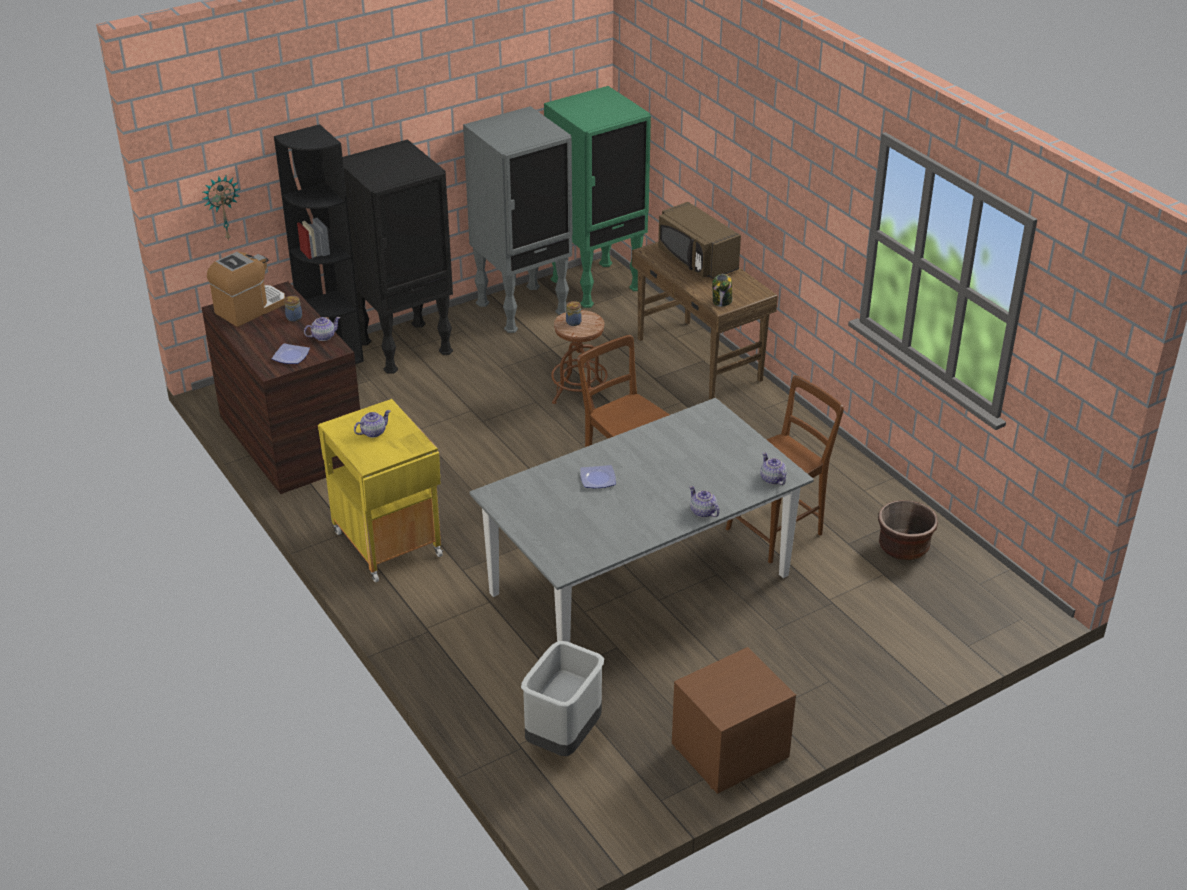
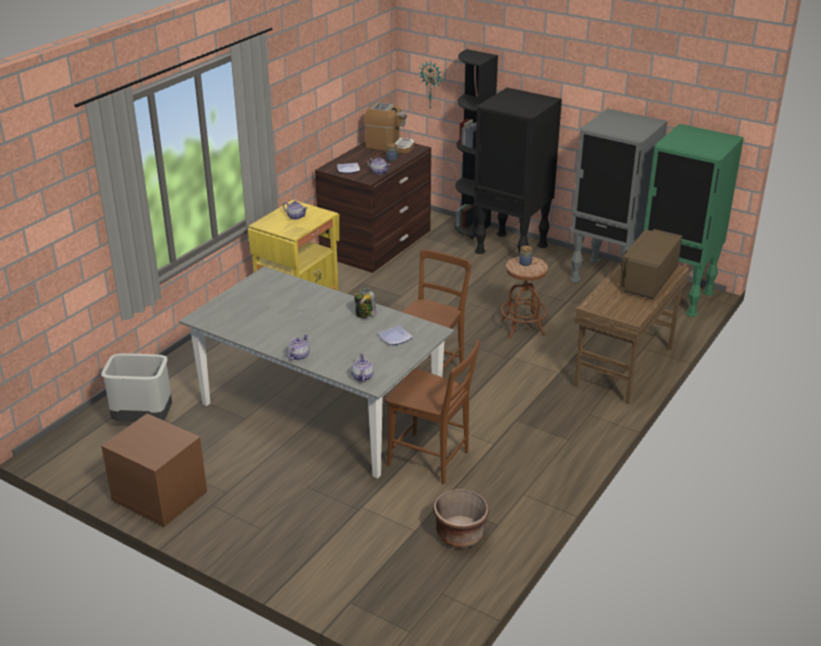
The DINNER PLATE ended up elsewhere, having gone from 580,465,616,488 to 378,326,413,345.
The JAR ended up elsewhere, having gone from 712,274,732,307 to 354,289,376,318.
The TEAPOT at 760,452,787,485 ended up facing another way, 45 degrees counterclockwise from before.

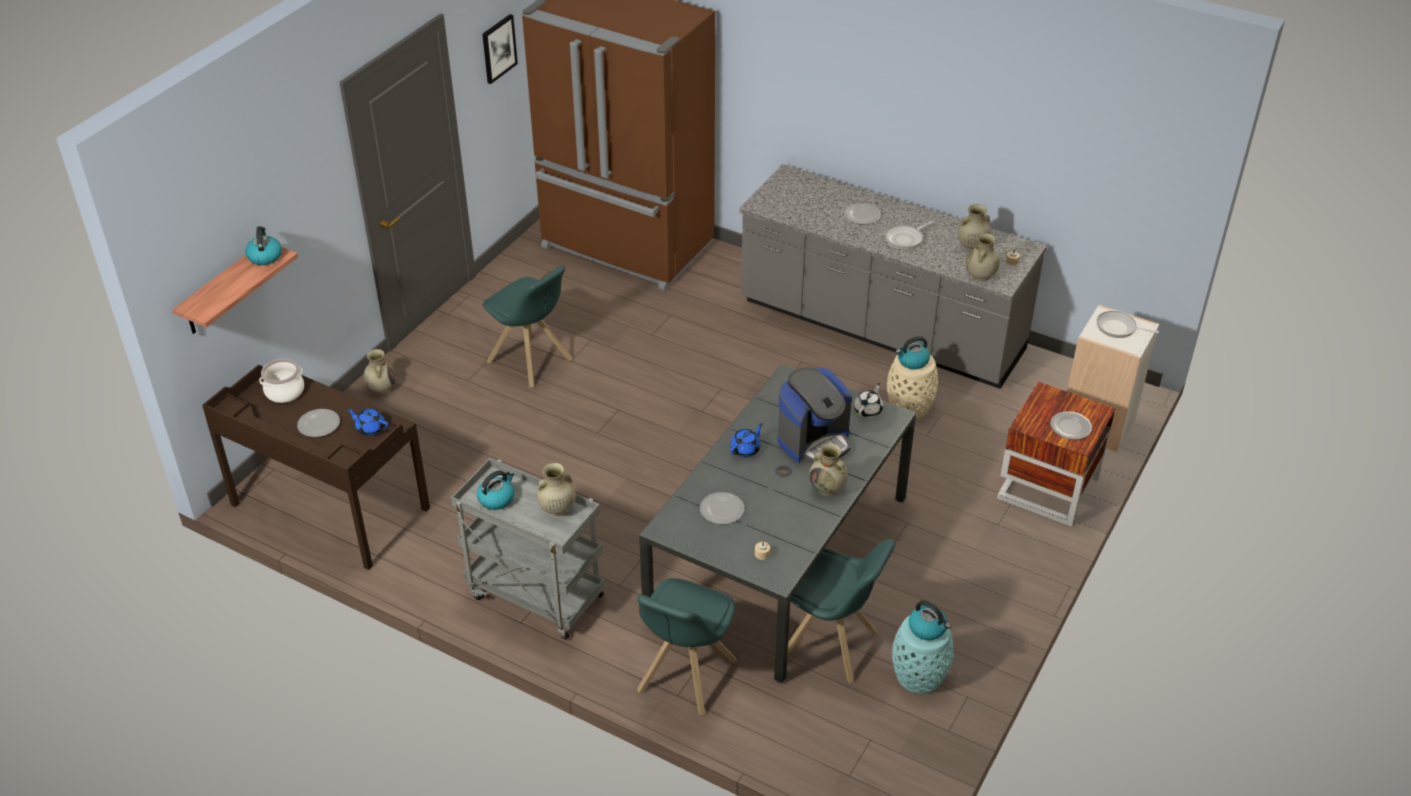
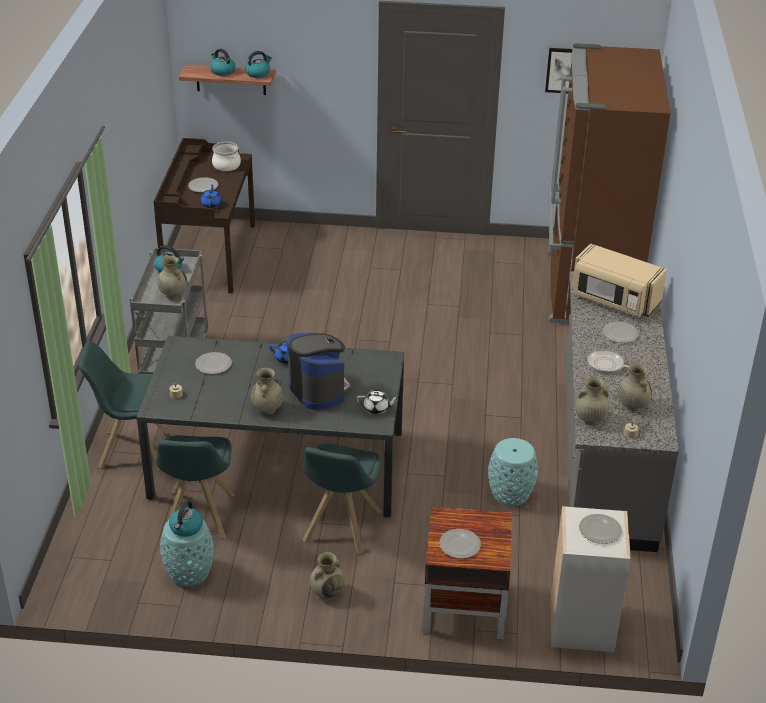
The BEIGE VASE ended up elsewhere, having gone from 363,349,396,394 to 310,552,344,599.
The TURQUOISE UPRIGHT CHAIR ended up elsewhere, having gone from 483,265,573,388 to 303,443,382,555.
The COFFEE MAKER at 777,367,852,464 ended up facing another way, 150 degrees counterclockwise from before.
What was the BEIGE STOOL at 887,355,938,419 turned into the TURQUOISE STOOL at 488,438,538,506.
The WATER KETTLE ended up elsewhere, having gone from 896,336,930,369 to 210,49,236,76.
Where the PAN stood at 1096,310,1159,338, the DINNER PLATE came to stand at 579,514,622,544.
The second view gained the BEIGE MICROWAVE OVEN at 572,243,667,317.

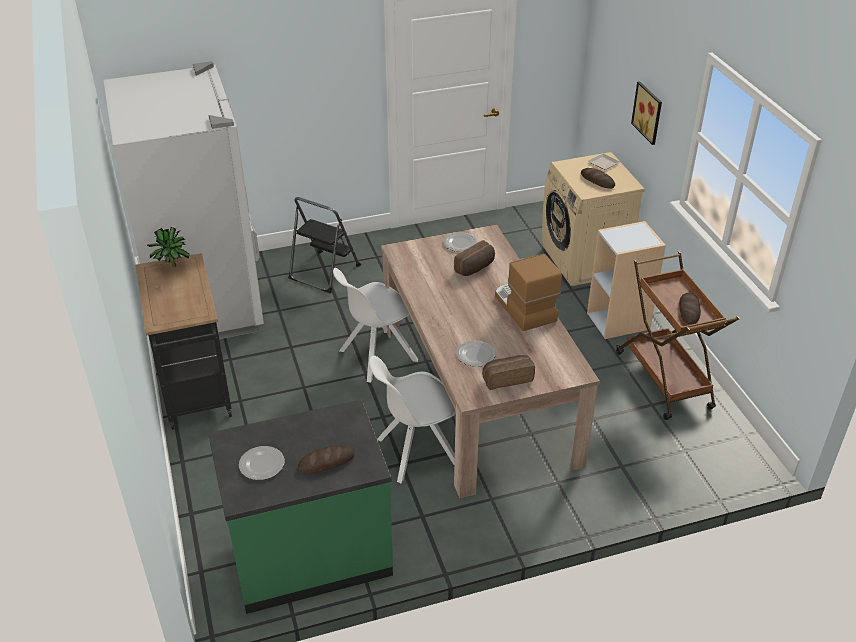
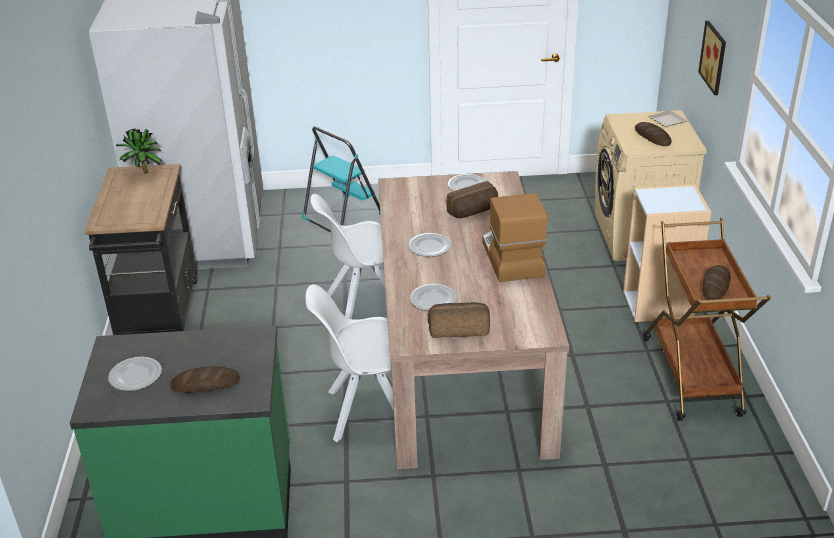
What was the BLACK-COLOURED STEPLADDER at 289,197,361,293 turned into the TURQUOISE STEPLADDER at 302,126,380,232.
The second view gained the DINNER PLATE at 408,233,452,257.

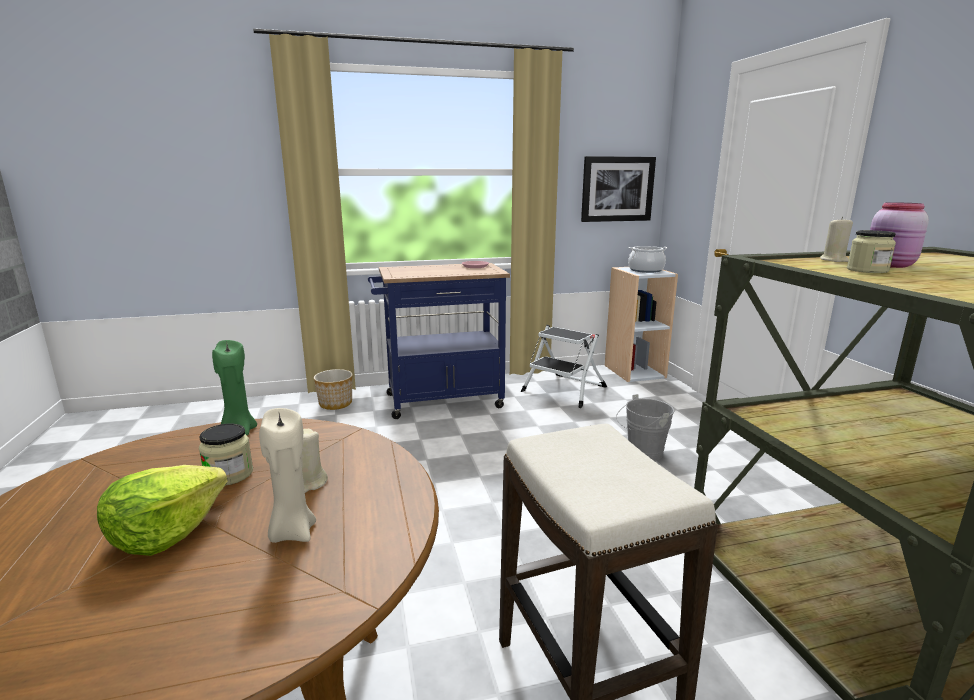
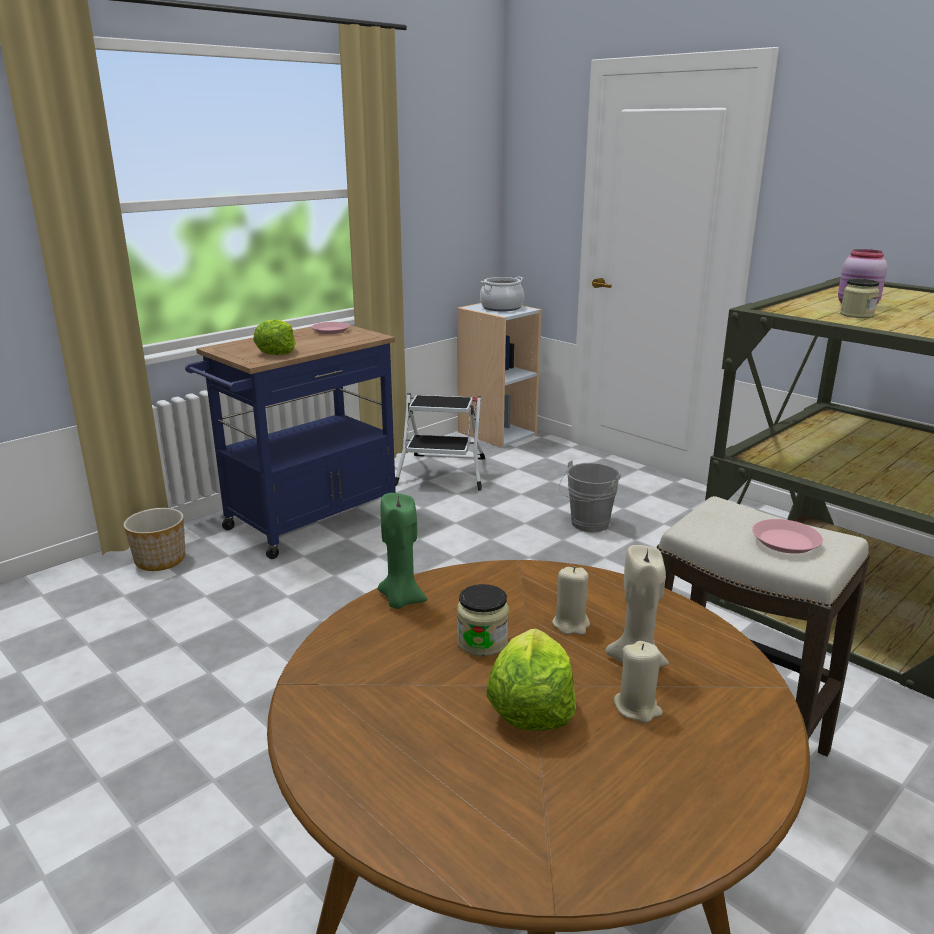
The second view lost the WALL ART at 581,156,656,222.
The BEIGE CANDLE ended up elsewhere, having gone from 820,217,853,262 to 614,641,663,723.
The second view gained the HEAD OF LETTUCE at 253,319,296,355.
The second view gained the PINK DINNER PLATE at 752,519,823,554.

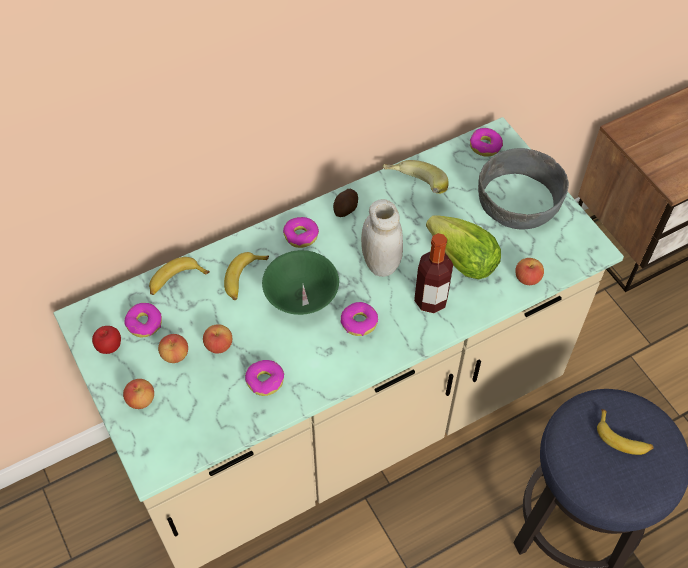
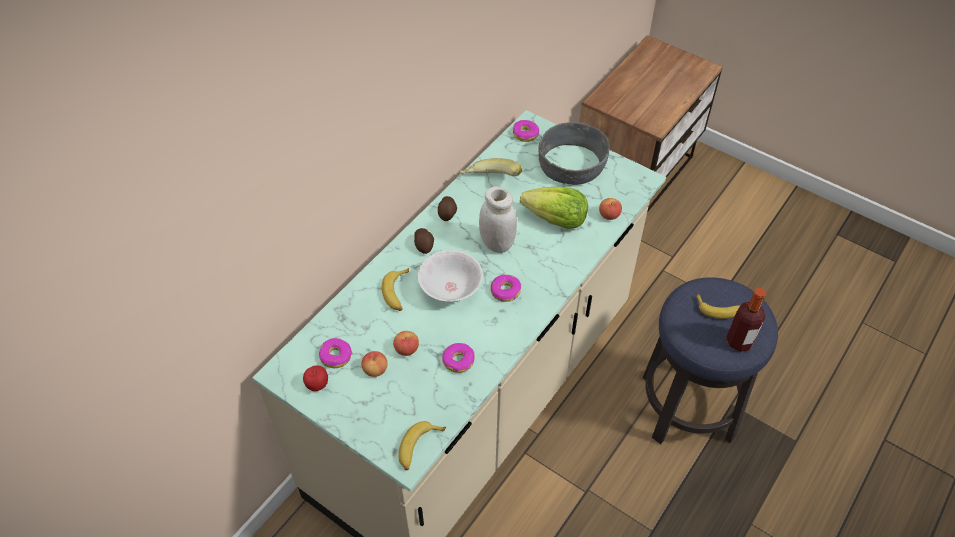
The second view lost the APPLE FRUIT at 123,379,154,409.
The BANANA ended up elsewhere, having gone from 149,257,210,295 to 398,421,446,470.
What was the GREEN-COLOURED BOWL at 262,250,339,315 turned into the WHITISH BOWL at 418,250,483,302.
Where the DOUGHNUT stood at 283,217,319,248, the POTATO came to stand at 414,228,434,254.
The BOTTLE ended up elsewhere, having gone from 414,233,453,313 to 726,288,766,352.

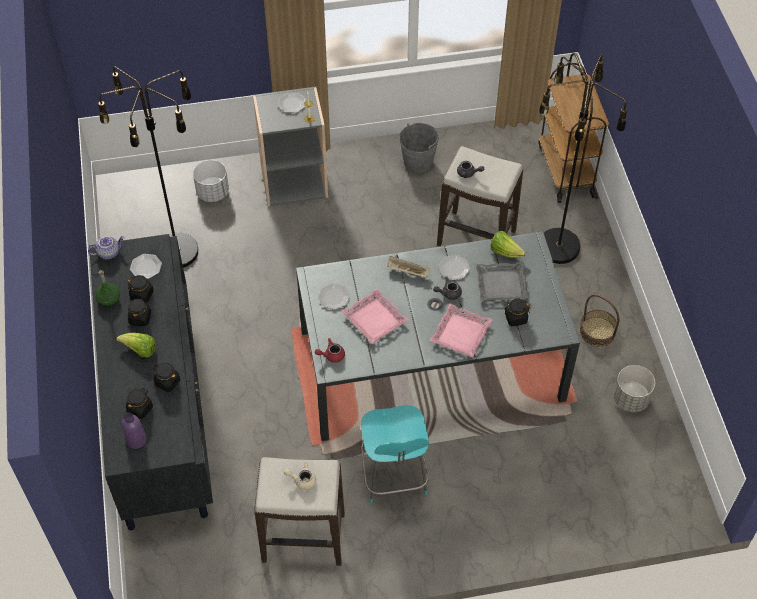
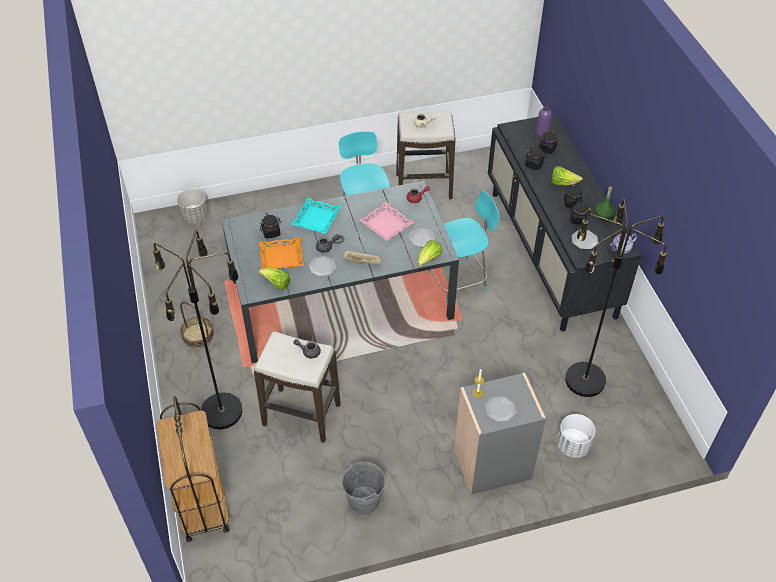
What was the PINK SERVING TRAY at 430,303,492,358 turned into the TURQUOISE SERVING TRAY at 291,198,341,234.
What was the GRAY SERVING TRAY at 476,262,530,301 turned into the ORANGE SERVING TRAY at 259,237,304,269.
The GRAY PLANTER ended up elsewhere, having gone from 613,365,655,412 to 177,189,209,224.
The second view gained the HEAD OF LETTUCE at 418,240,443,266.
The second view gained the TURQUOISE UPRIGHT CHAIR at 428,190,500,303.

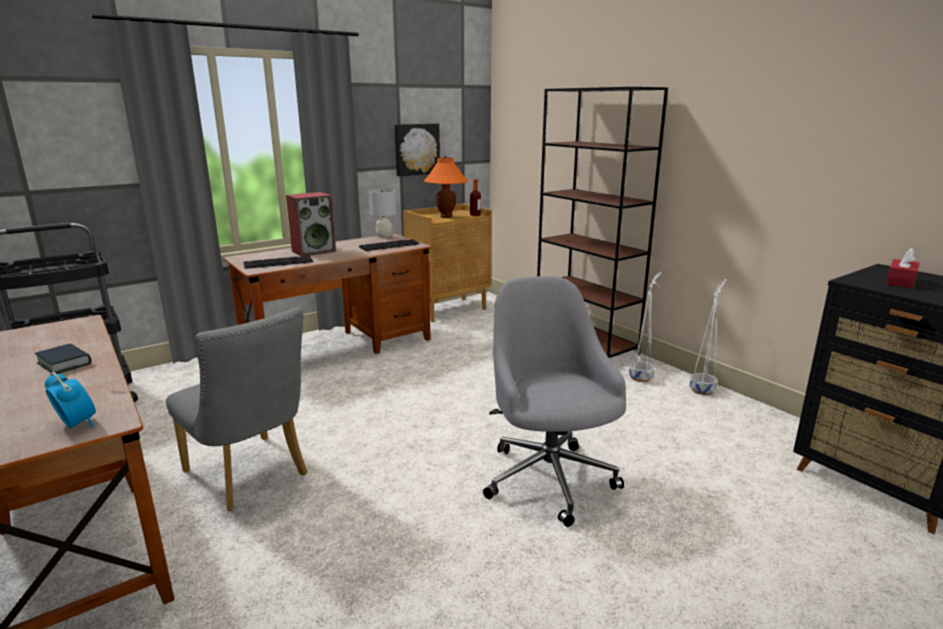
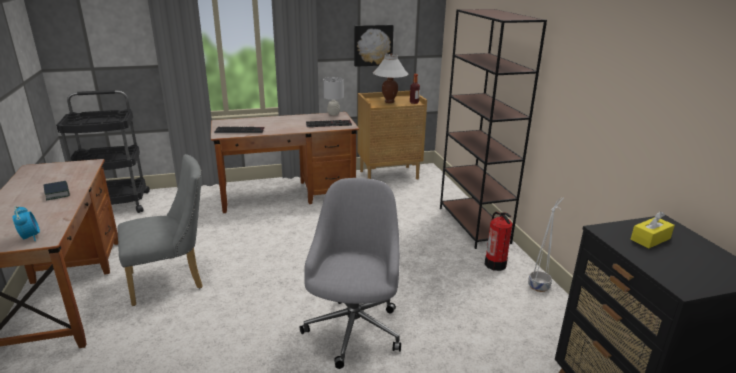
The GRAY UPRIGHT CHAIR at 166,307,308,511 ended up facing another way, 90 degrees counterclockwise from before.
The second view lost the LOUDSPEAKER at 286,192,336,256.
What was the ORANGE TABLE LAMP at 424,156,468,218 turned into the WHITISH TABLE LAMP at 373,53,409,103.
Where the WHITISH PLANTER stood at 629,272,662,382, the EXTINGUISHER came to stand at 485,211,513,271.
What was the RED TISSUE HOLDER at 886,248,919,288 turned into the YELLOW TISSUE HOLDER at 631,212,675,248.

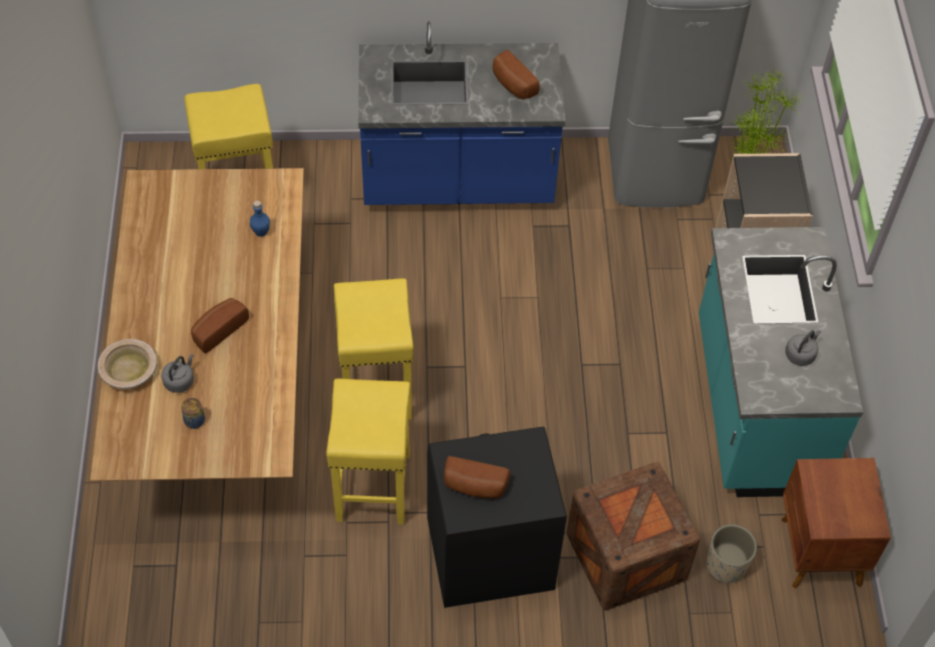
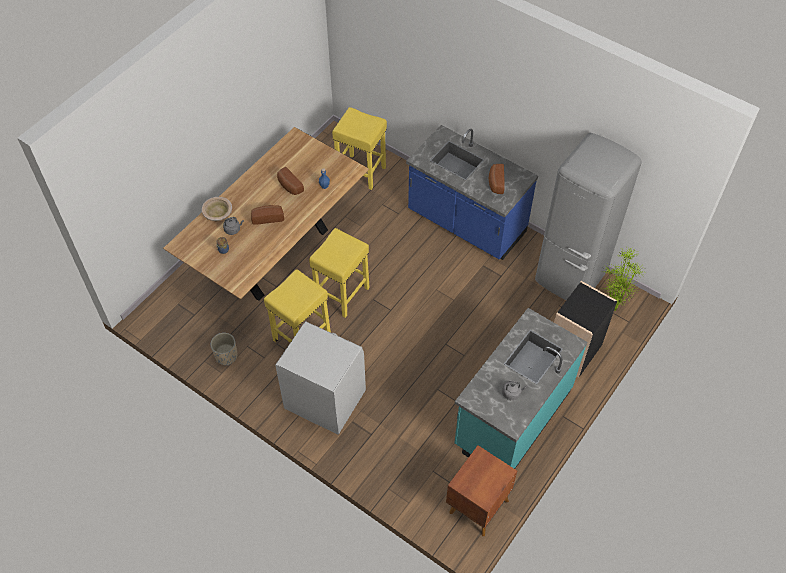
What was the BLACK-COLOURED LAUNDRY MACHINE at 427,427,567,608 turned into the WHITISH LAUNDRY MACHINE at 275,321,366,435.
The BREAD ended up elsewhere, having gone from 444,456,510,498 to 277,167,304,195.
The second view lost the CRATE at 567,462,700,611.
The BEIGE PLANTER ended up elsewhere, having gone from 706,524,757,583 to 211,333,237,365.

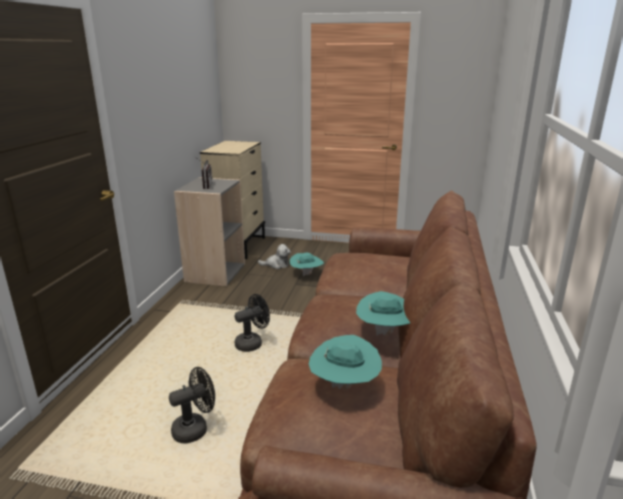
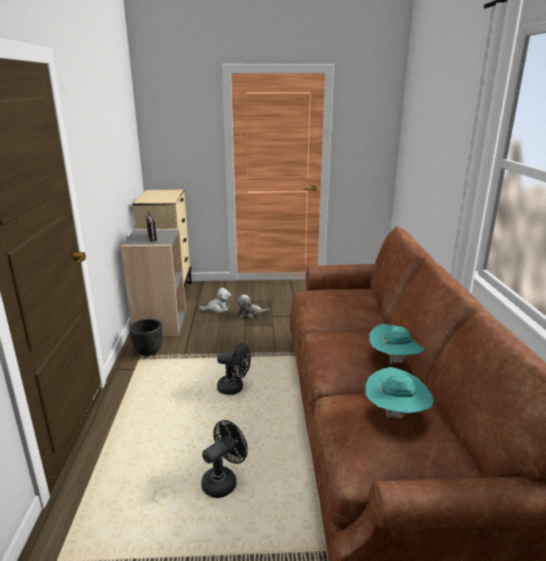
The BLACK-COLOURED FAN at 235,294,270,352 ended up facing another way, 60 degrees clockwise from before.
Where the TURQUOISE CLOTHING HAT stood at 290,253,324,277, the PLUSH TOY came to stand at 236,295,269,319.
The second view gained the BLACK-COLOURED PLANTER at 129,319,163,356.

